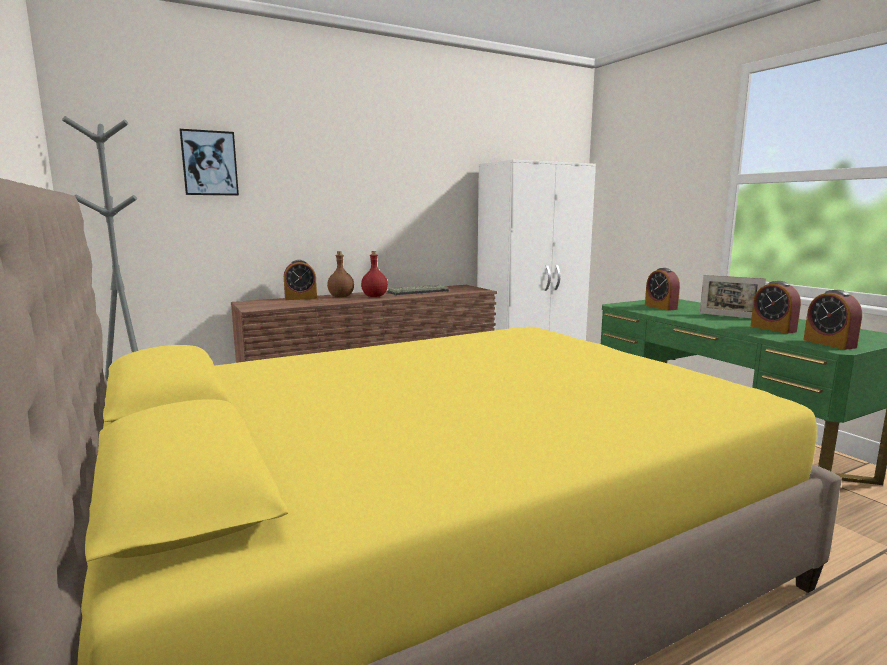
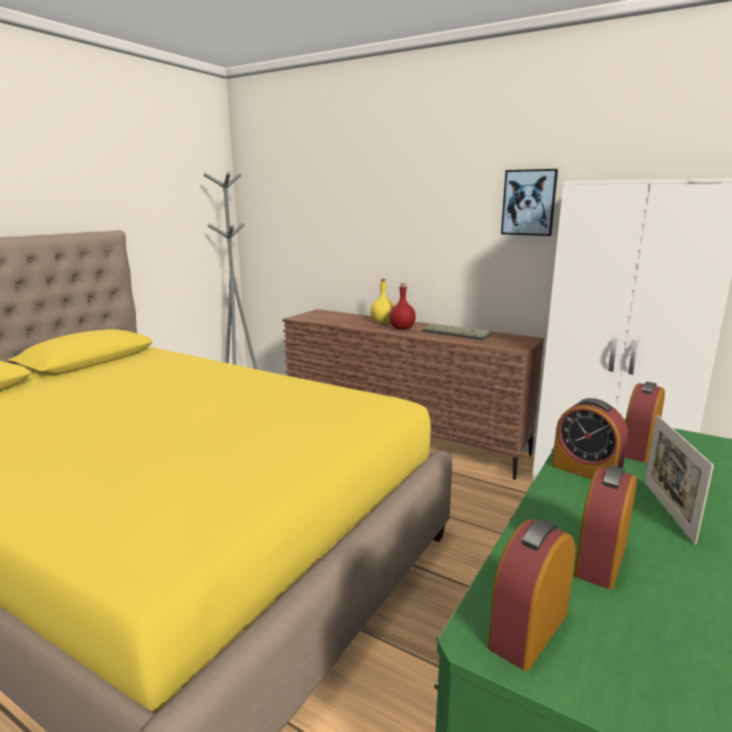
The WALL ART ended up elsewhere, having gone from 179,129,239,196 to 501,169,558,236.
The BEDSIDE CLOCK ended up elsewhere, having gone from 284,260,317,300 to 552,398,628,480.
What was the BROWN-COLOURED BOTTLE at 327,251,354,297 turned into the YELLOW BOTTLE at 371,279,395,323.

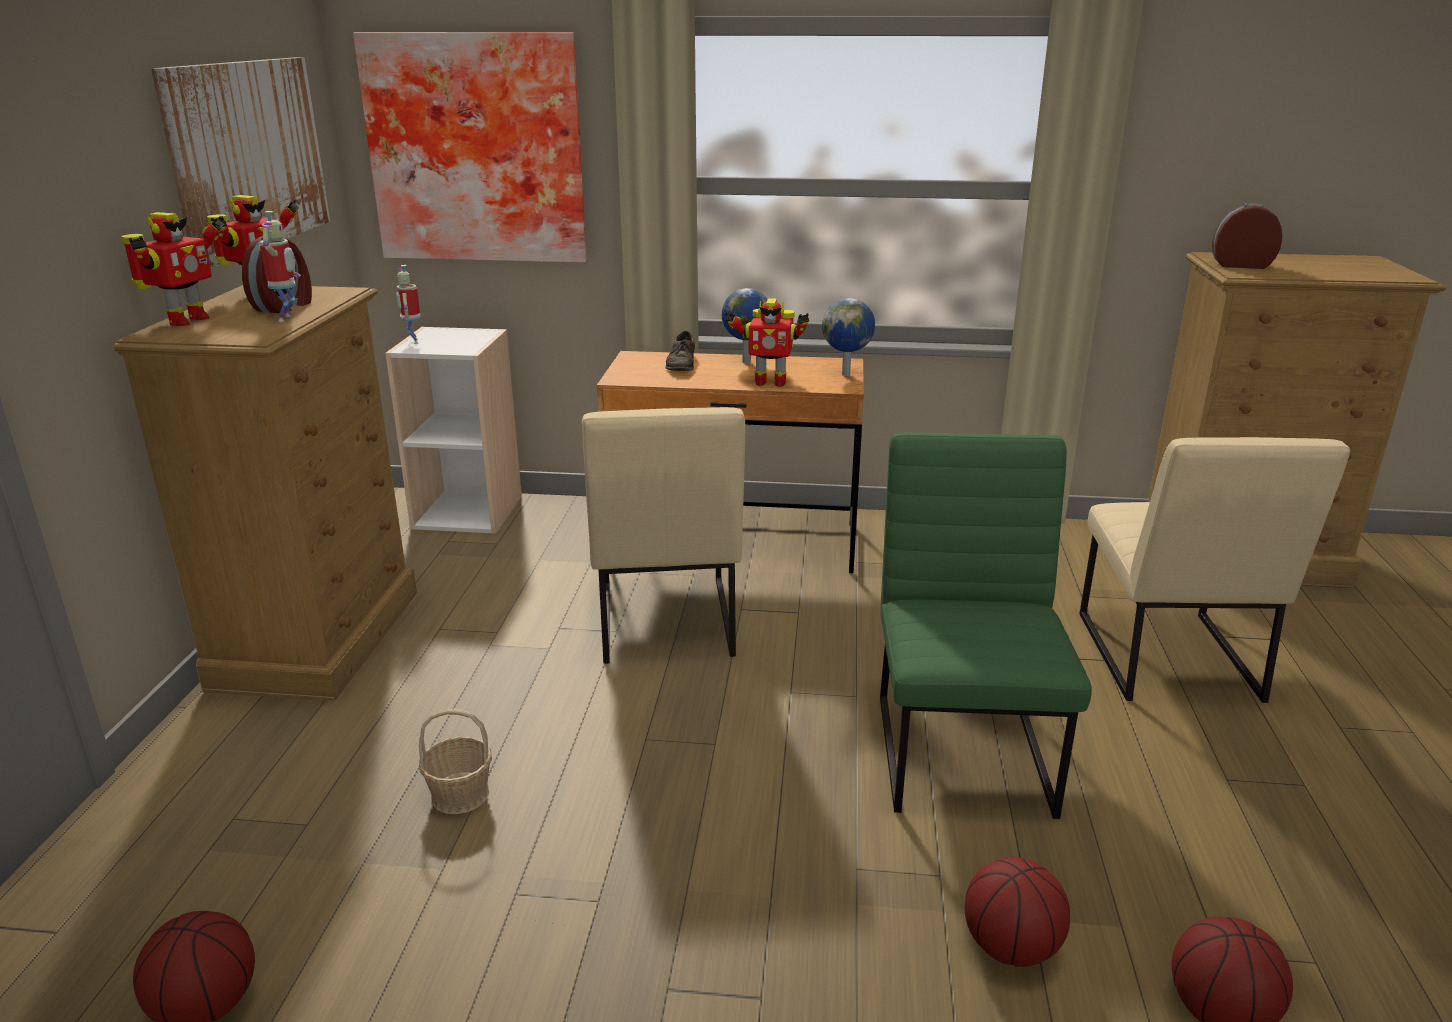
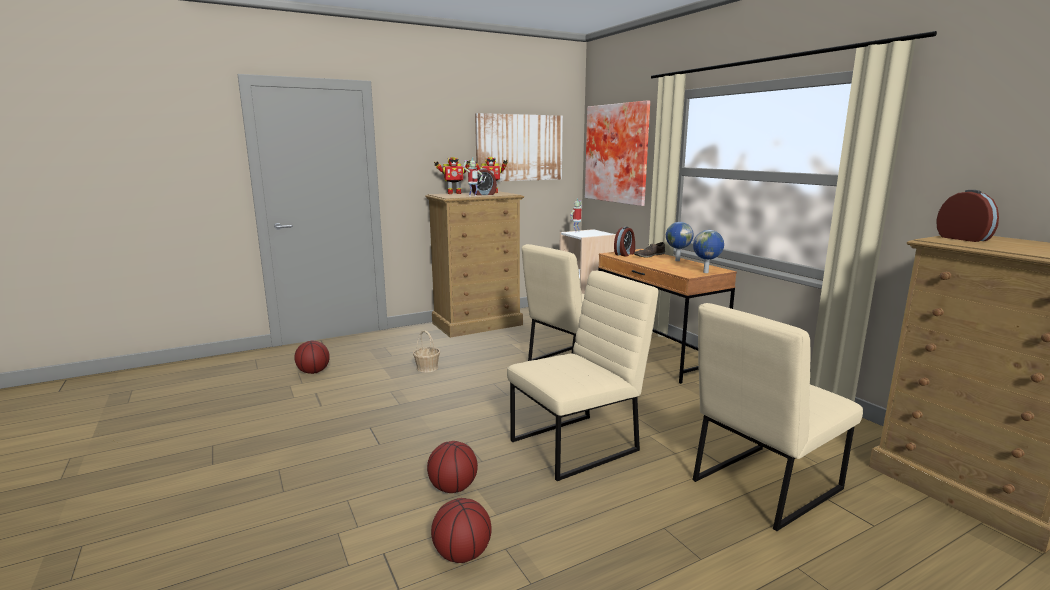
The second view lost the MODEL ROBOT at 724,298,809,387.
What was the GREEN-COLOURED UPRIGHT CHAIR at 880,432,1092,819 turned into the BEIGE UPRIGHT CHAIR at 507,271,658,481.
The second view gained the BEDSIDE CLOCK at 614,227,635,257.

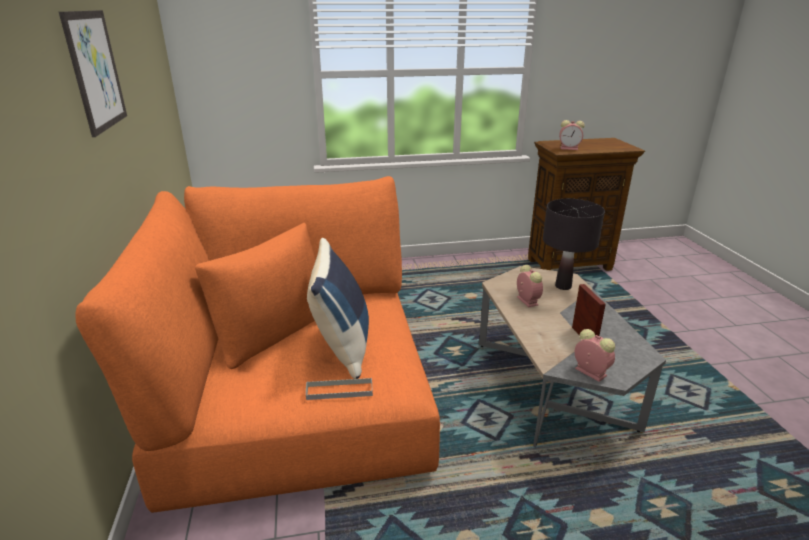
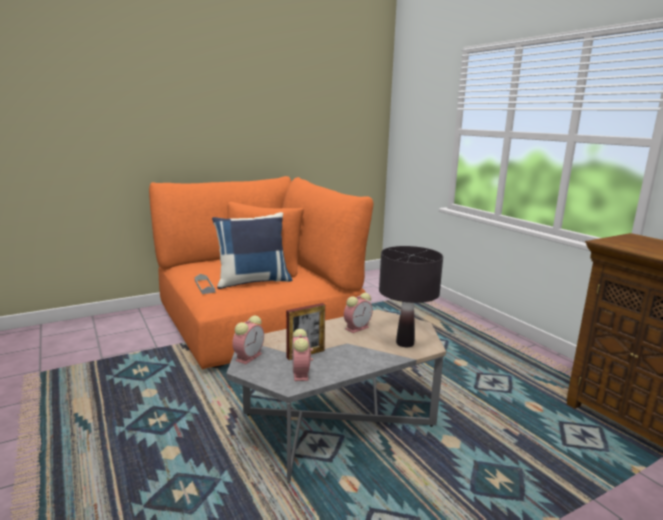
The second view lost the WALL ART at 59,10,127,137.
The BEDSIDE CLOCK ended up elsewhere, having gone from 559,120,585,150 to 291,329,313,381.

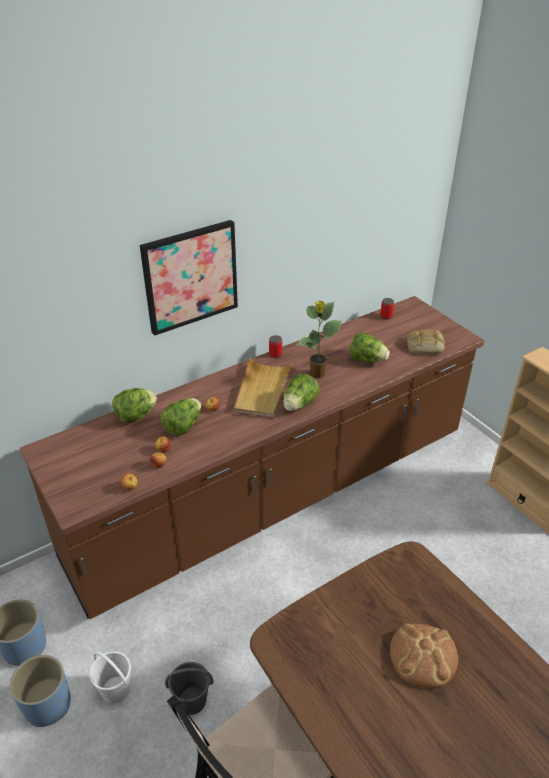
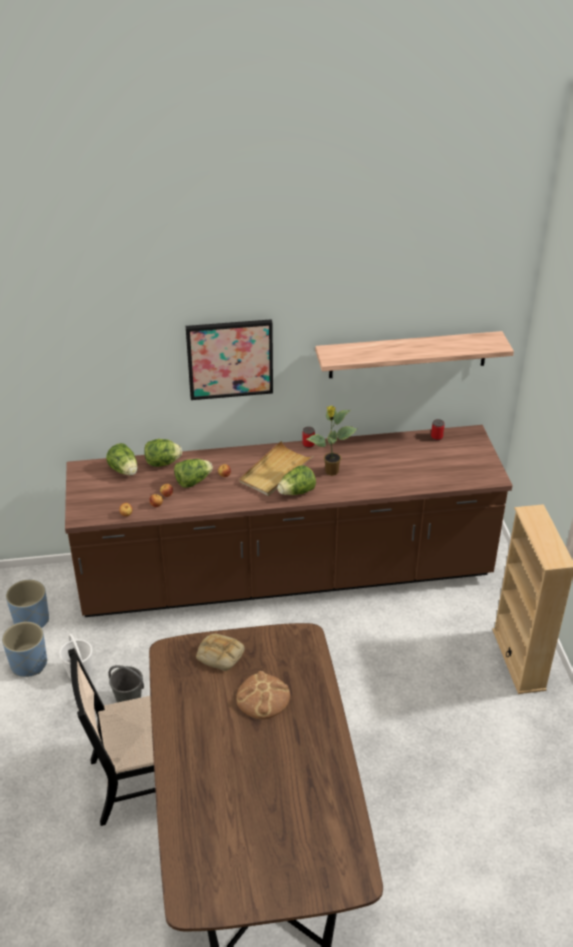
The HEAD OF LETTUCE ended up elsewhere, having gone from 349,332,390,362 to 106,443,138,475.
The BREAD ended up elsewhere, having gone from 407,330,445,354 to 196,634,245,671.
The second view gained the SHELF at 315,331,514,378.

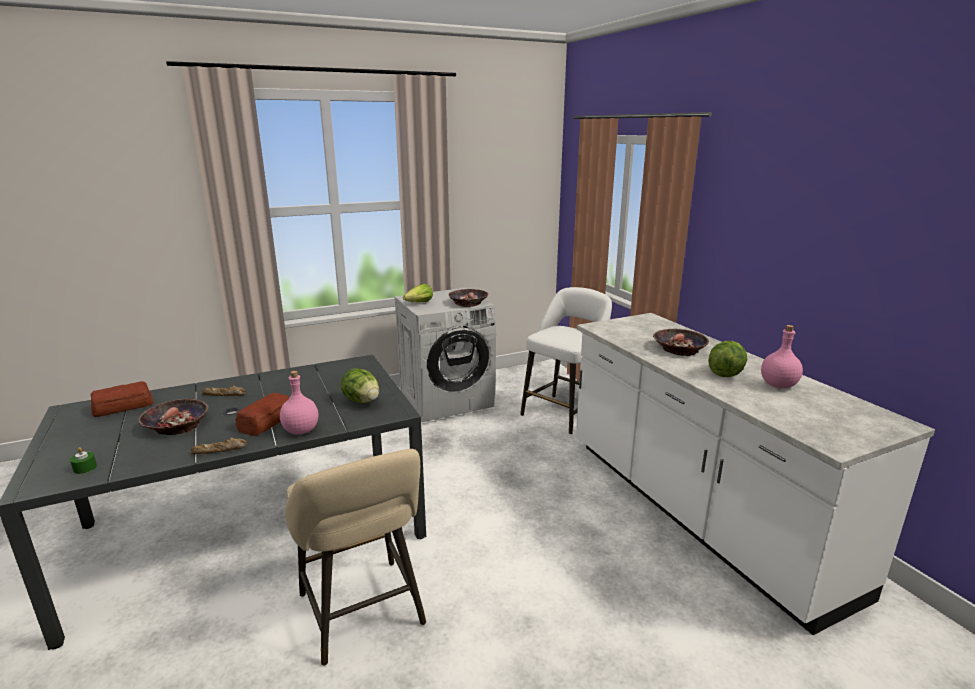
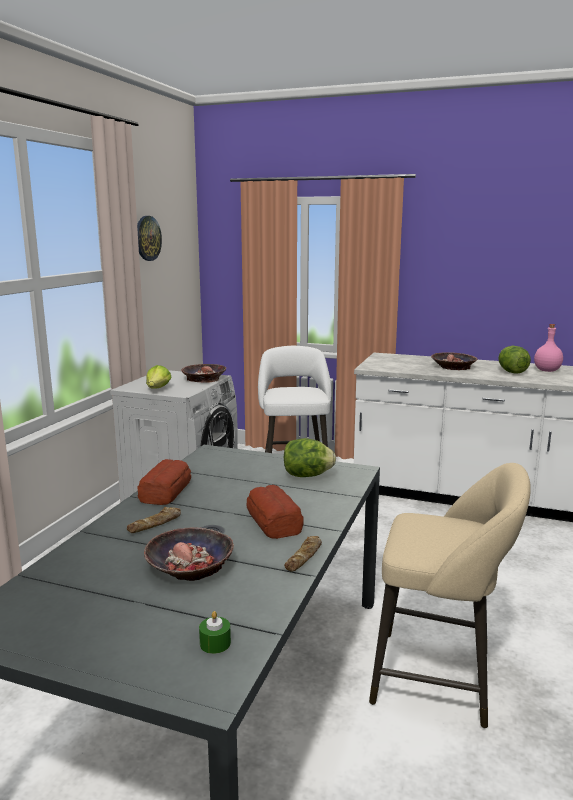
The BREAD ended up elsewhere, having gone from 91,381,154,417 to 137,459,191,505.
The second view lost the PINK BOTTLE at 280,371,318,435.
The second view gained the HANGING CLOCK at 137,216,162,261.

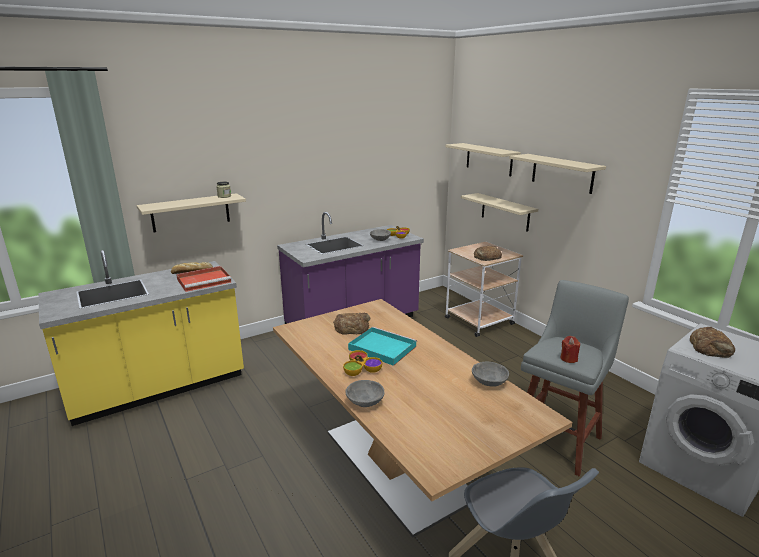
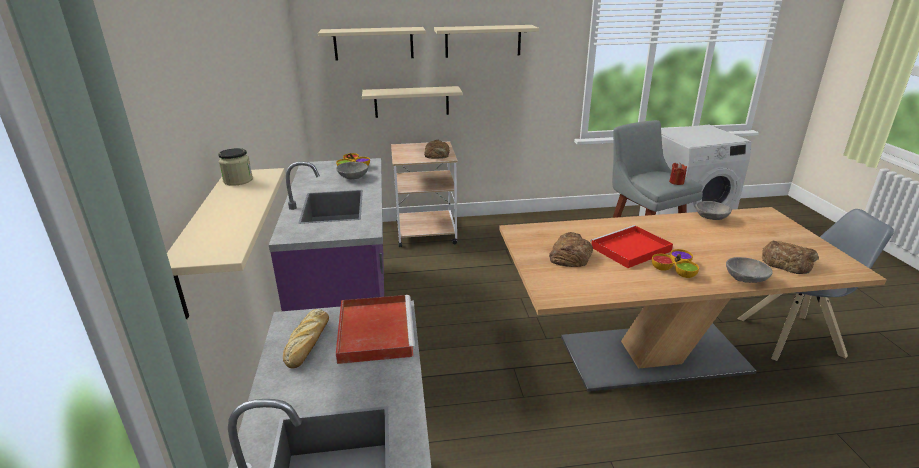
What was the TURQUOISE SERVING TRAY at 348,327,417,366 turned into the RED SERVING TRAY at 590,225,673,268.
The BREAD ended up elsewhere, having gone from 690,327,735,358 to 762,241,819,274.

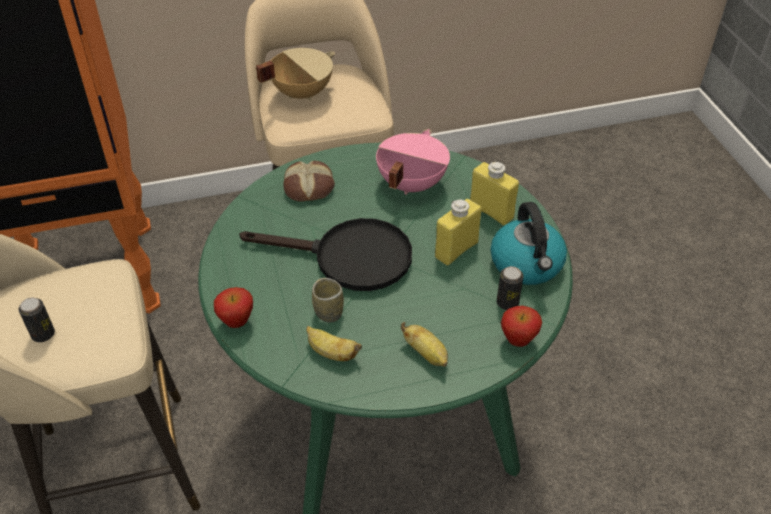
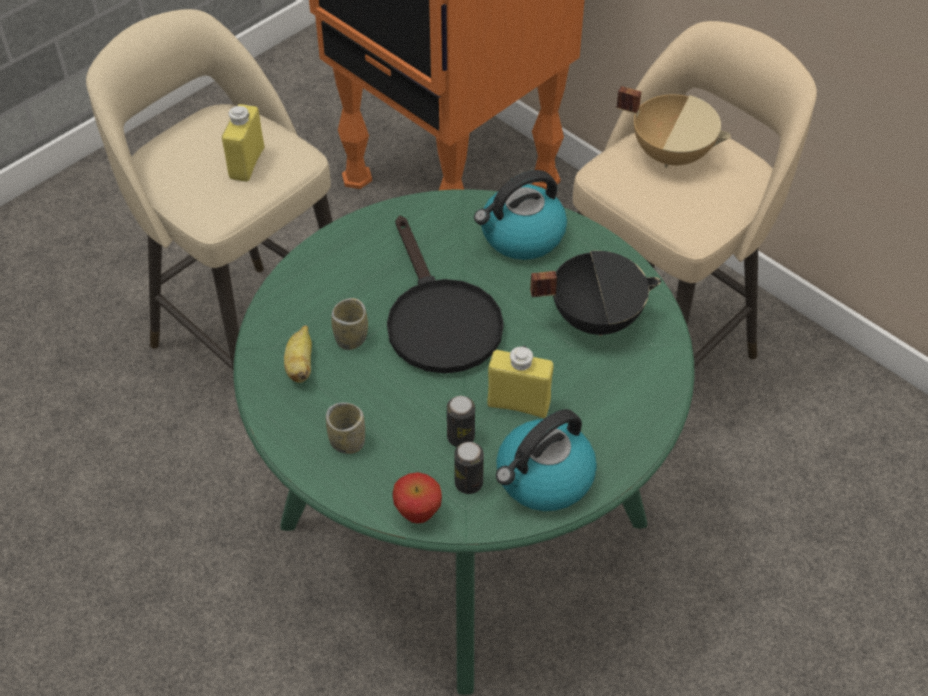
The CAN ended up elsewhere, having gone from 18,298,55,342 to 447,396,475,447.
The second view lost the APPLE FRUIT at 214,287,253,328.
Where the BREAD stood at 283,161,335,202, the WATER KETTLE came to stand at 474,170,567,260.
What was the PINK STOCKPOT at 376,129,450,195 turned into the BLACK-COLOURED STOCKPOT at 530,251,661,336.
Where the BANANA stood at 401,322,448,367, the DRINKING CUP came to stand at 326,403,365,454.
The YELLOW BOTTLE ended up elsewhere, having gone from 470,162,519,225 to 222,104,264,182.

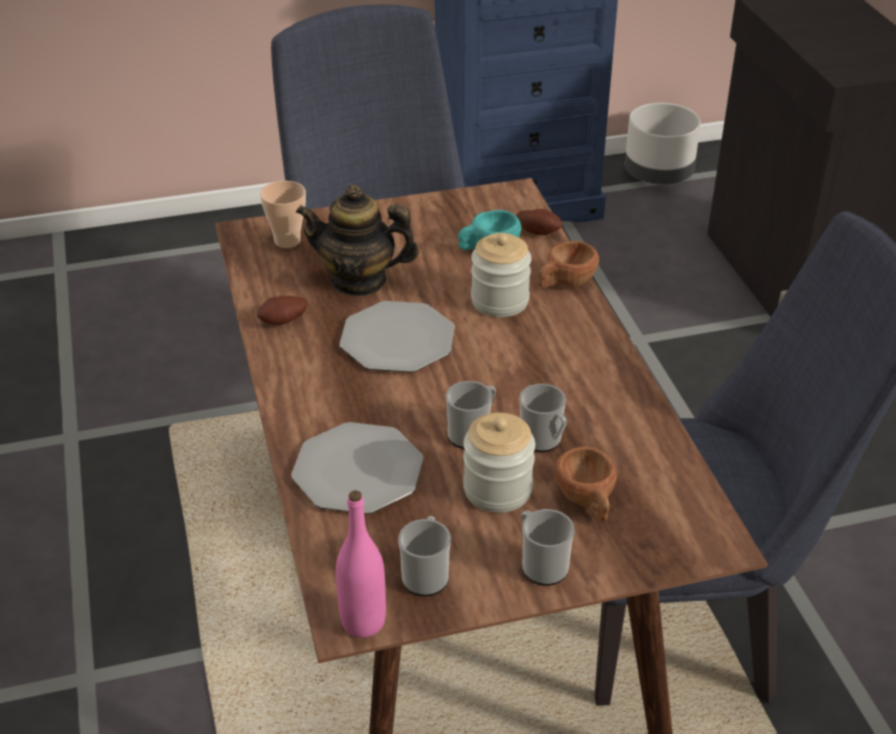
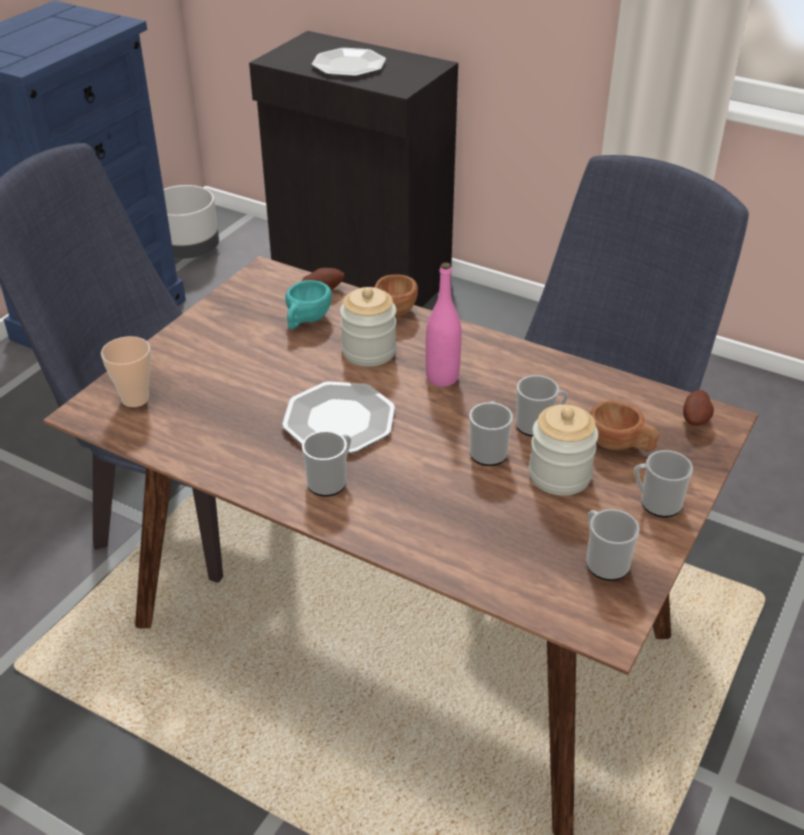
The POTATO ended up elsewhere, having gone from 257,296,308,325 to 683,390,714,426.
The DINNER PLATE ended up elsewhere, having gone from 291,422,424,514 to 311,48,386,77.
The second view lost the TEAPOT at 296,185,419,297.
The PINK BOTTLE ended up elsewhere, having gone from 336,490,386,638 to 426,262,462,387.
The second view gained the MUG at 302,431,351,497.

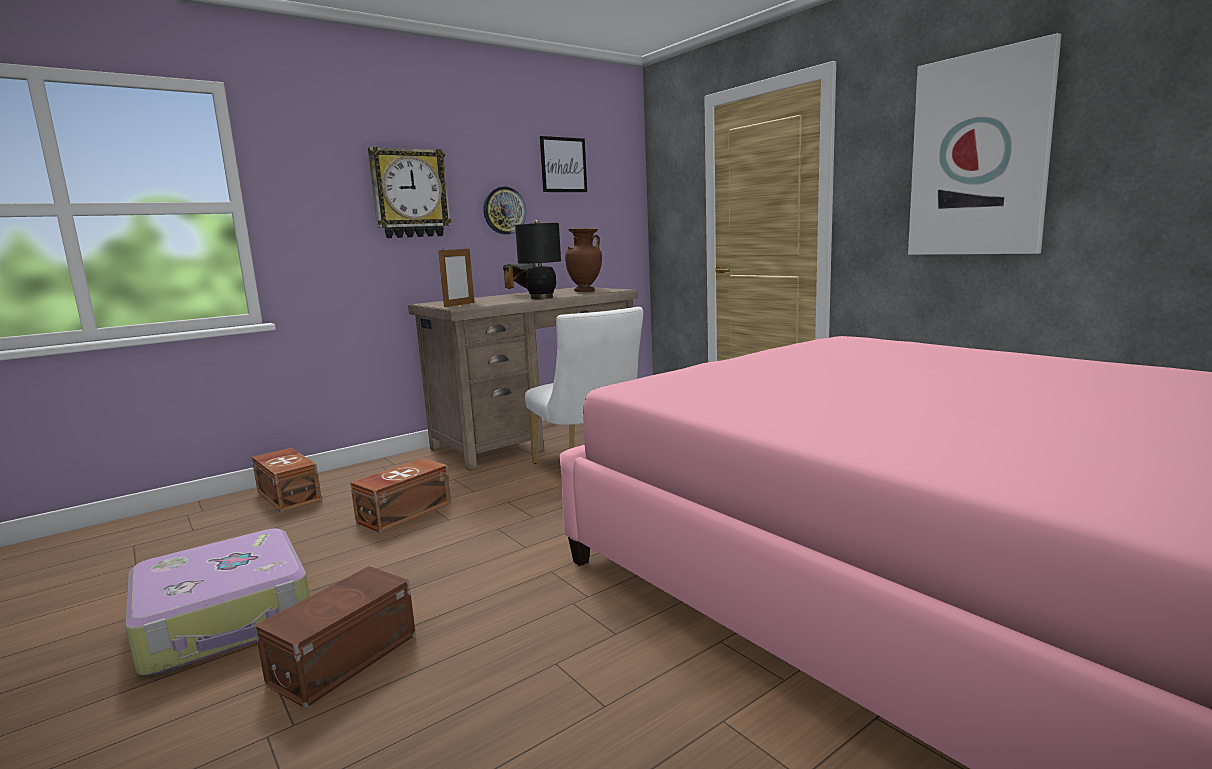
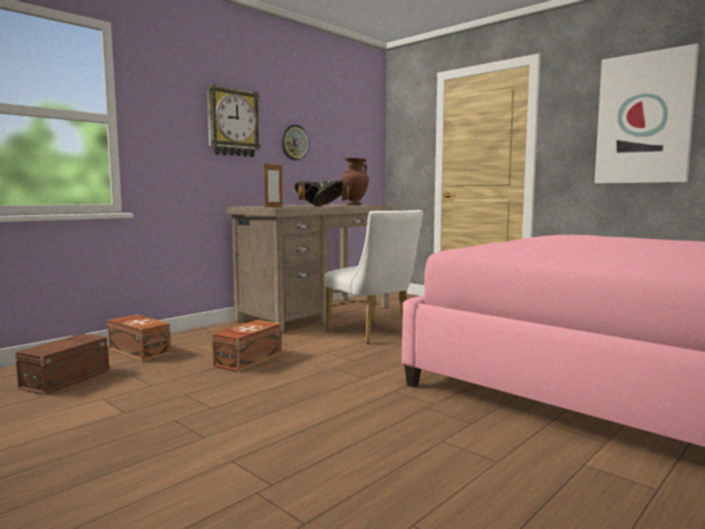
The second view lost the PIECE OF LUGGAGE at 125,528,310,675.
The BROWN-COLOURED STORAGE CONTAINER ended up elsewhere, having gone from 254,566,416,709 to 15,333,109,395.
Where the BLACK-COLOURED TABLE LAMP stood at 515,220,561,299, the BLACK-COLOURED CLOTHING HAT came to stand at 313,181,349,206.
The second view lost the WALL ART at 540,136,587,192.

